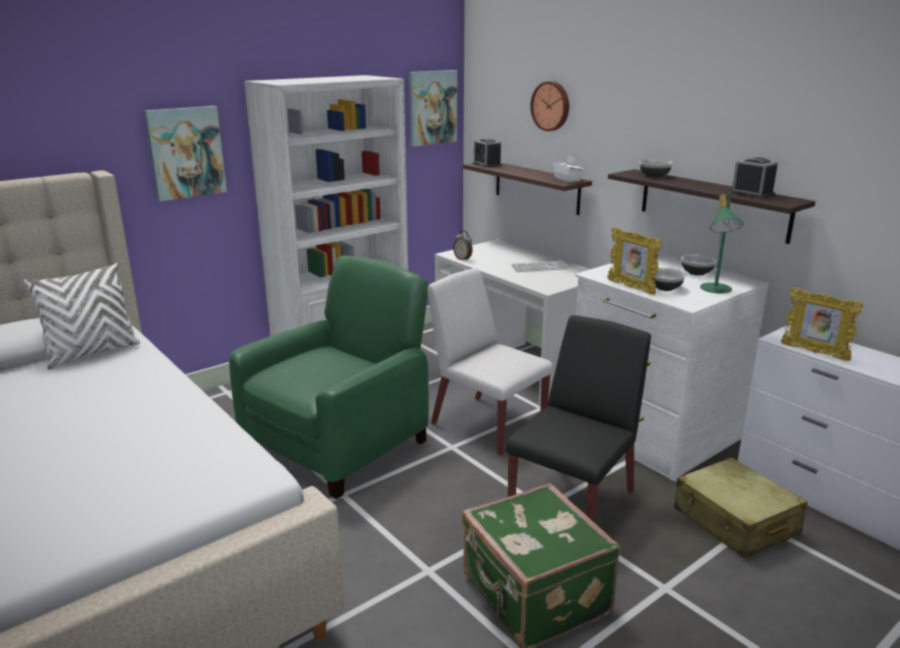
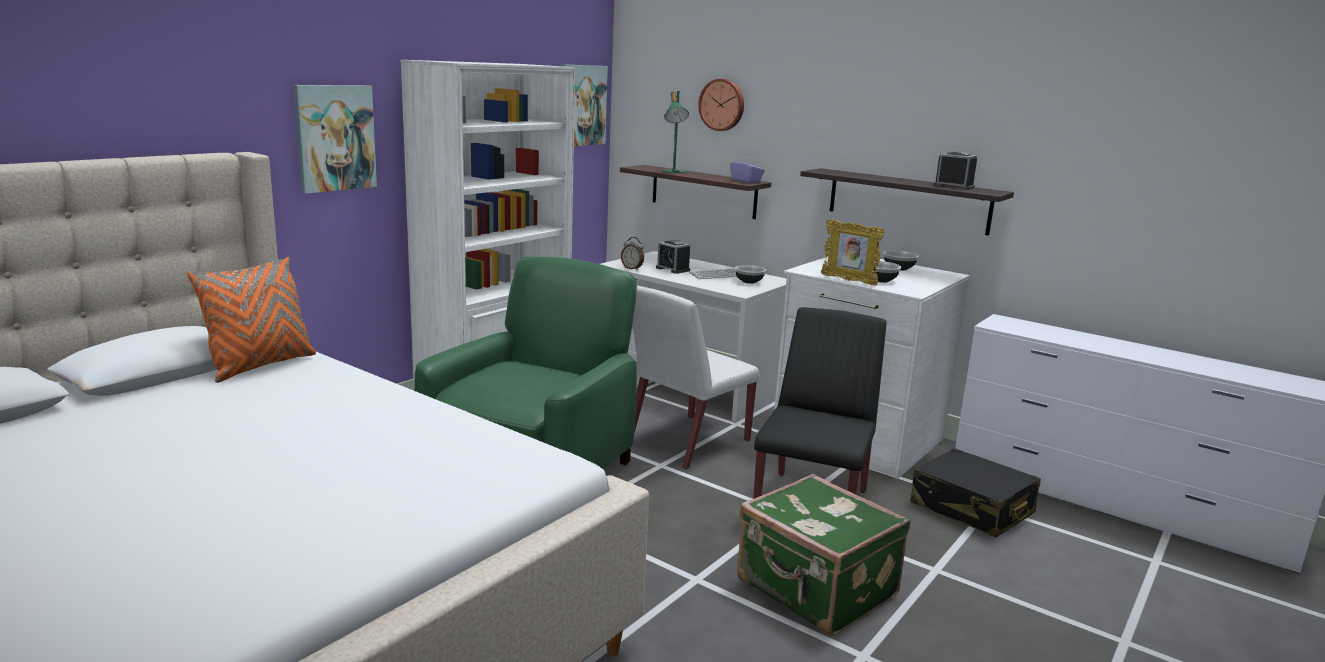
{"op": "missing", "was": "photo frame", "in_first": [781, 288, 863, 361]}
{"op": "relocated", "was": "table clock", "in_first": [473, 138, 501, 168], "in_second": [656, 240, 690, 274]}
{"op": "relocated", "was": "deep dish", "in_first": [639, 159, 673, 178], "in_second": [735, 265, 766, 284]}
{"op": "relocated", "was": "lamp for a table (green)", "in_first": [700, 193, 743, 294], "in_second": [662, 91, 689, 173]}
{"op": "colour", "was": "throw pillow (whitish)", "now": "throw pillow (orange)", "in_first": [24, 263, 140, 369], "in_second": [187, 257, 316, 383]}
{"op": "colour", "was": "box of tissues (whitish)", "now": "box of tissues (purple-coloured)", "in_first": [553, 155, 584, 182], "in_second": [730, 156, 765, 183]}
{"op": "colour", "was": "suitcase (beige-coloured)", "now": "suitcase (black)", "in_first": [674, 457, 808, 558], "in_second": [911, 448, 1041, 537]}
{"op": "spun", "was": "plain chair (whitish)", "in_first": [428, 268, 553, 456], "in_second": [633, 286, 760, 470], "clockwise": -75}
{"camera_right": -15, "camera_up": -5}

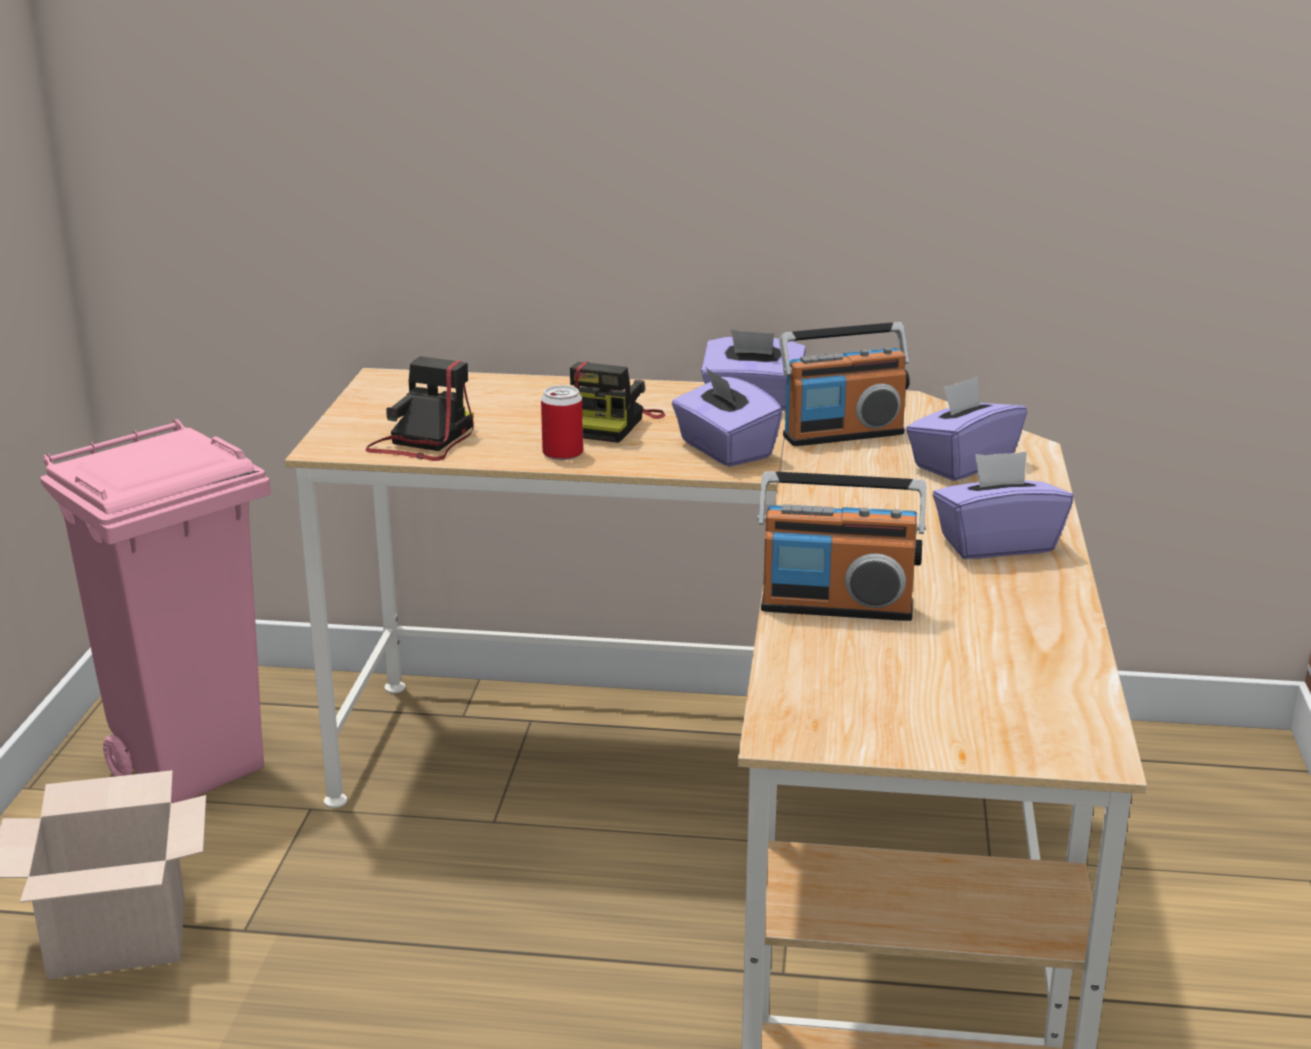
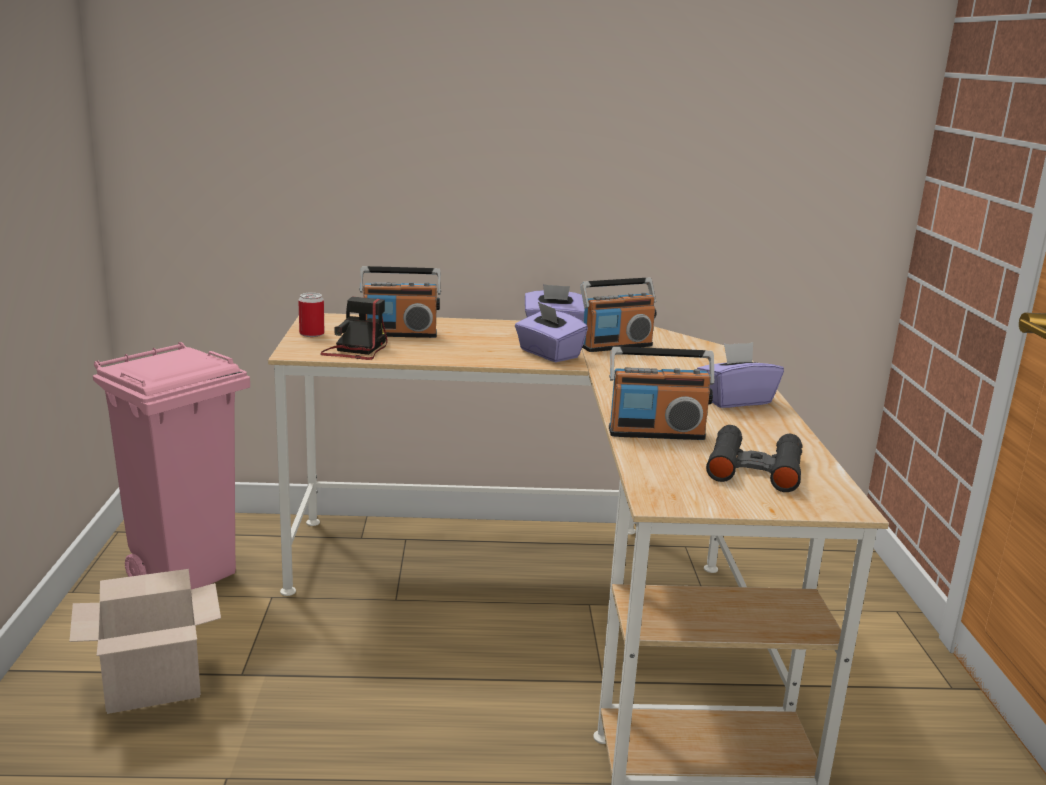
{"op": "missing", "was": "photo camera", "in_first": [570, 362, 665, 443]}
{"op": "missing", "was": "box of tissues (purple-coloured)", "in_first": [906, 377, 1027, 481]}
{"op": "appeared", "now": "radio receiver", "in_second": [359, 266, 441, 338]}
{"op": "appeared", "now": "field glasses (black)", "in_second": [706, 425, 802, 492]}
{"op": "relocated", "was": "metal can", "in_first": [541, 385, 583, 460], "in_second": [298, 293, 324, 337]}
{"camera_right": -10, "camera_up": -5}

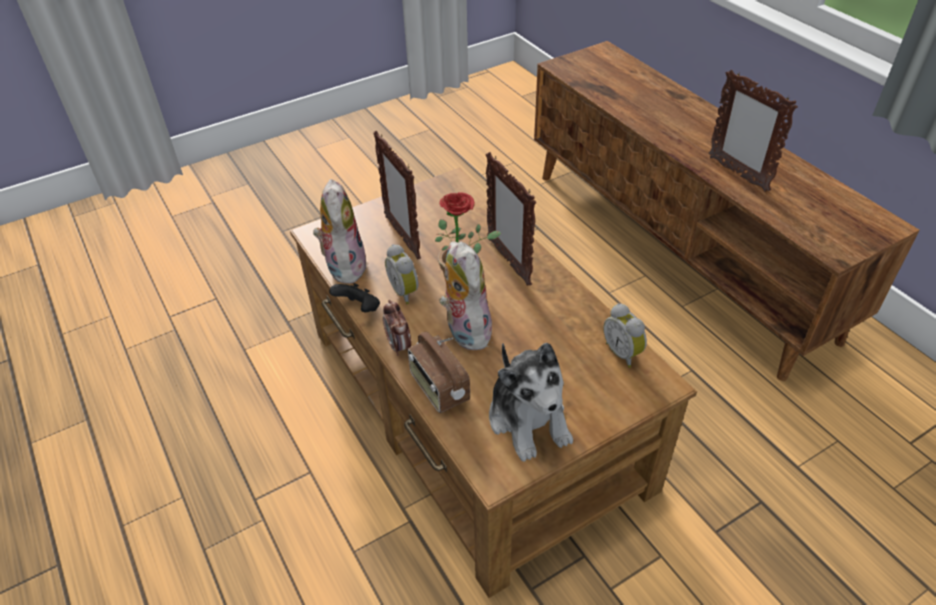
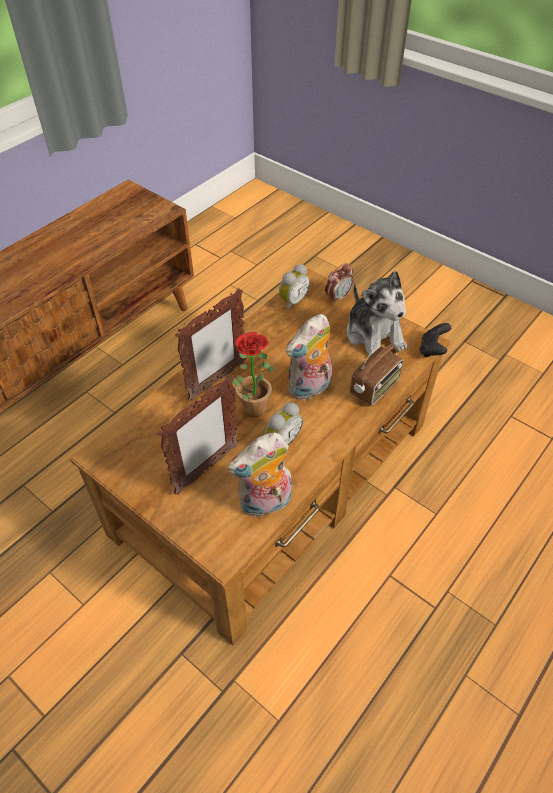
{"op": "missing", "was": "photo frame", "in_first": [709, 70, 798, 192]}
{"op": "relocated", "was": "game controller (black)", "in_first": [329, 283, 380, 312], "in_second": [420, 323, 451, 357]}
{"op": "relocated", "was": "table clock", "in_first": [383, 300, 411, 356], "in_second": [325, 263, 354, 304]}
{"op": "spun", "was": "soft toy", "in_first": [489, 343, 573, 462], "in_second": [347, 271, 407, 356], "clockwise": 105}
{"camera_right": -110, "camera_up": 5}

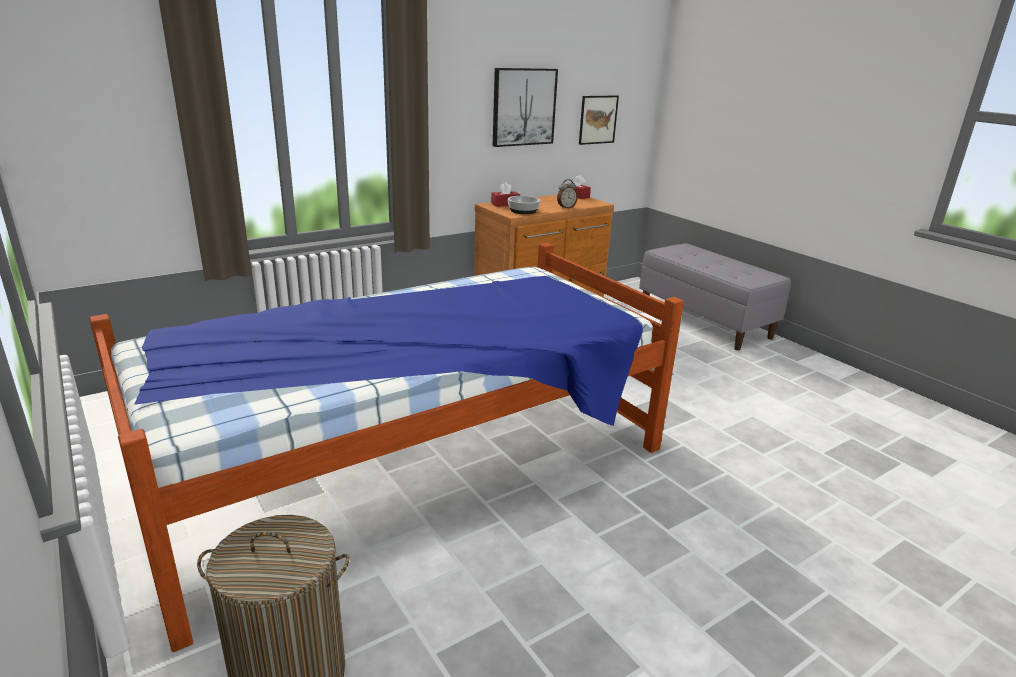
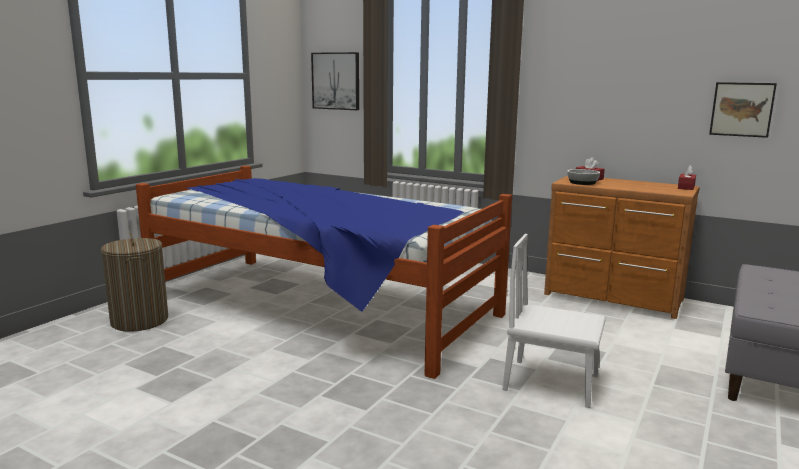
{"op": "missing", "was": "table clock", "in_first": [557, 179, 578, 209]}
{"op": "appeared", "now": "plain chair (whitish)", "in_second": [502, 234, 606, 408]}
{"op": "relocated", "was": "wall art", "in_first": [493, 68, 558, 147], "in_second": [311, 52, 359, 110]}
{"camera_right": 65, "camera_up": -10}

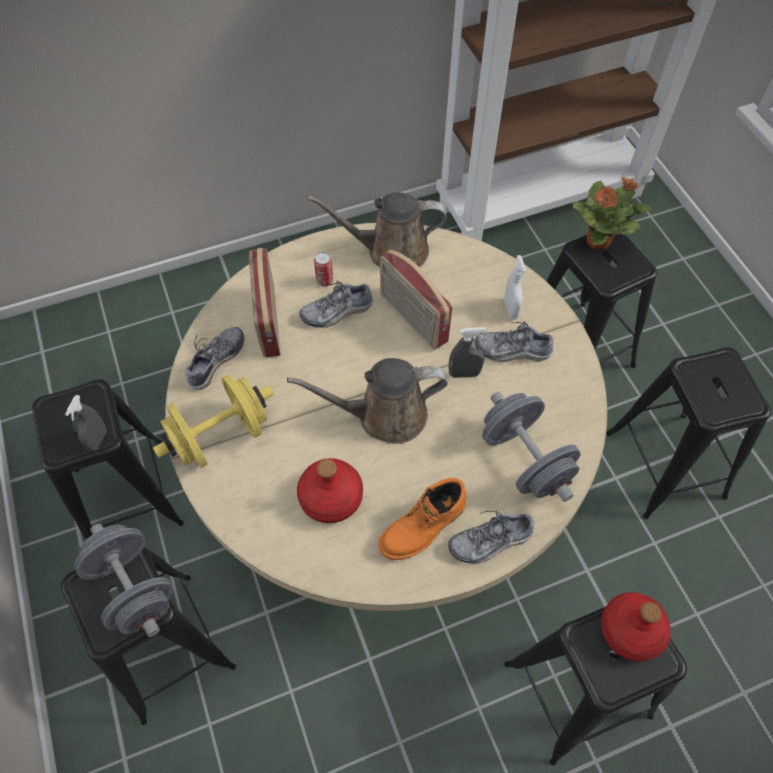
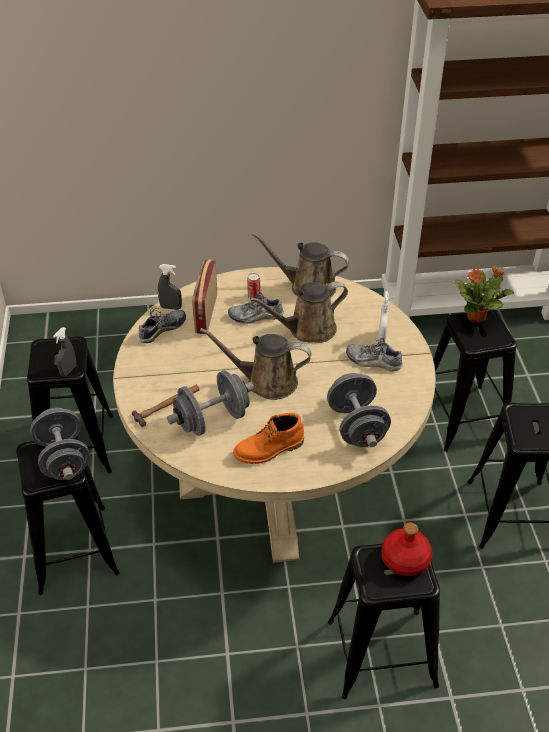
{"op": "missing", "was": "hand weight (yellow-coloured)", "in_first": [153, 374, 274, 468]}
{"op": "missing", "was": "shoe", "in_first": [448, 511, 534, 564]}
{"op": "appeared", "now": "hand hammer", "in_second": [132, 385, 200, 427]}
{"op": "relocated", "was": "sprayer (gray)", "in_first": [449, 327, 486, 378], "in_second": [158, 264, 182, 310]}
{"op": "exchanged", "was": "bottle (red-coloured)", "now": "hand weight (gray)", "in_first": [297, 458, 363, 523], "in_second": [167, 370, 254, 436]}
{"op": "exchanged", "was": "radio receiver", "now": "watering pot (brown)", "in_first": [380, 249, 452, 350], "in_second": [250, 281, 348, 343]}
{"camera_right": 15, "camera_up": -15}

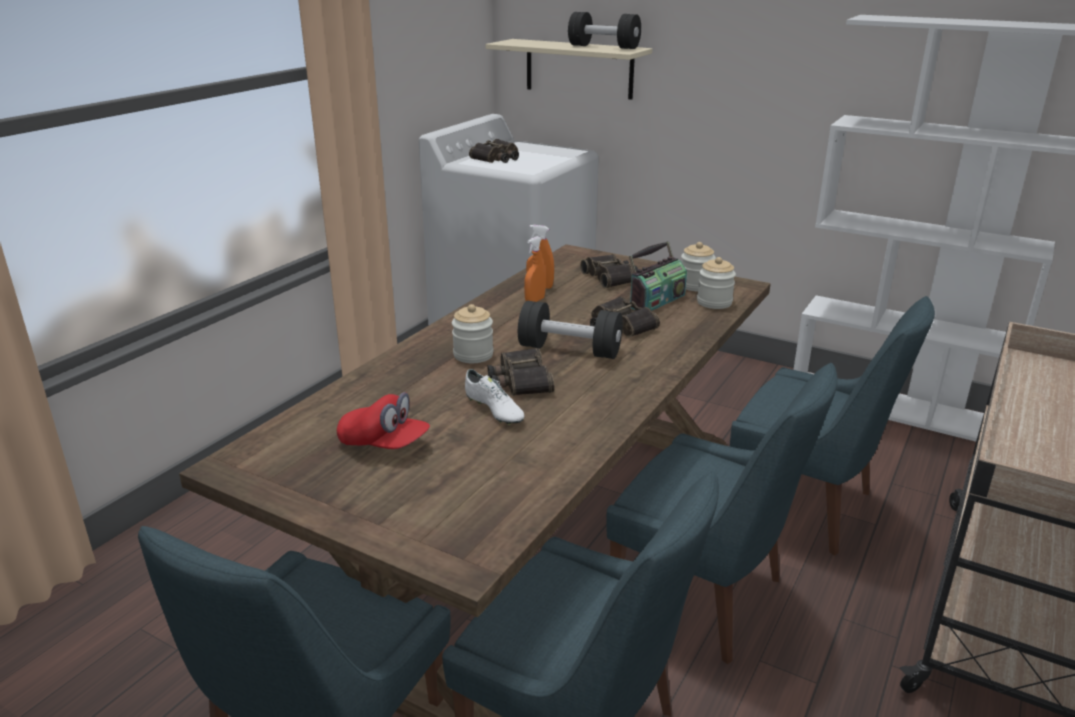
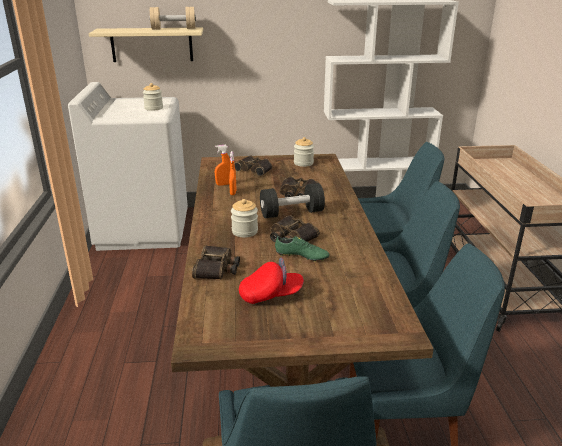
{"op": "missing", "was": "radio receiver", "in_first": [629, 241, 687, 311]}
{"op": "relocated", "was": "field glasses", "in_first": [469, 139, 519, 163], "in_second": [192, 245, 240, 280]}
{"op": "relocated", "was": "jar", "in_first": [697, 257, 736, 309], "in_second": [143, 83, 163, 111]}
{"op": "colour", "was": "shoe (whitish)", "now": "shoe (green)", "in_first": [465, 369, 524, 425], "in_second": [275, 236, 329, 262]}
{"op": "colour", "was": "hand weight (black)", "now": "hand weight (beige-coloured)", "in_first": [568, 12, 641, 49], "in_second": [150, 7, 196, 30]}
{"camera_right": -35, "camera_up": 0}

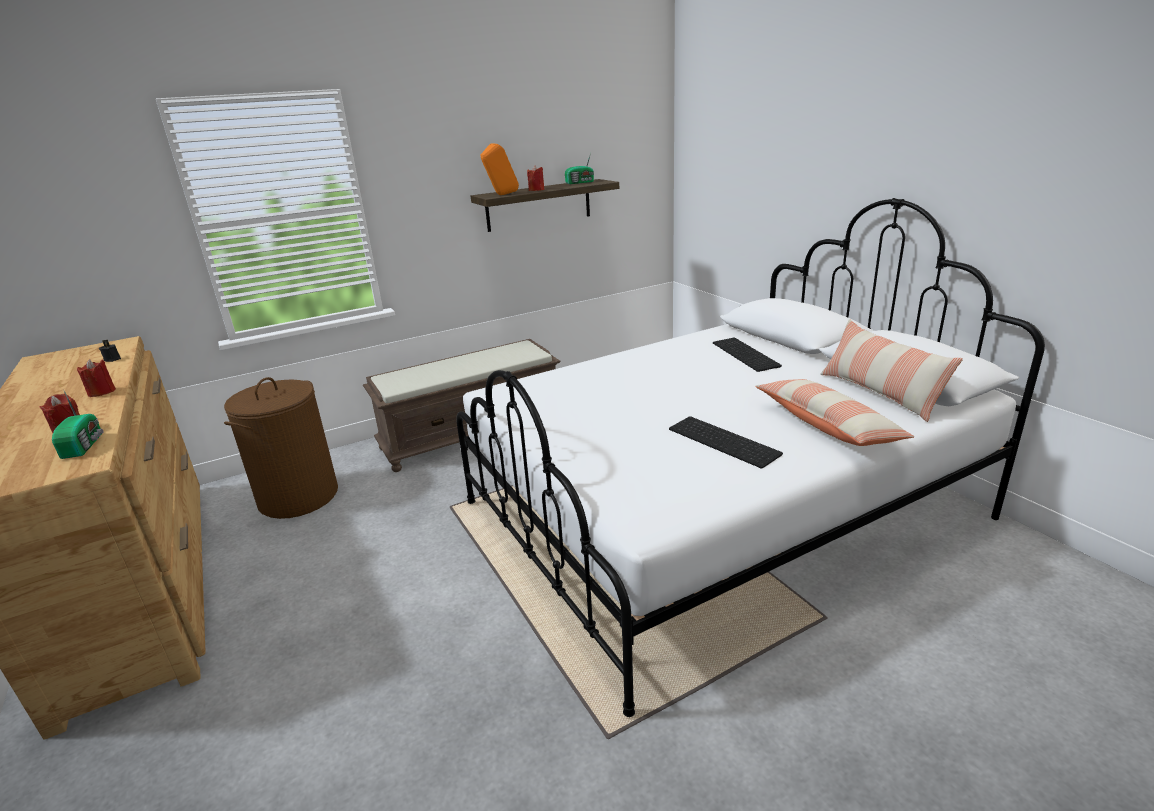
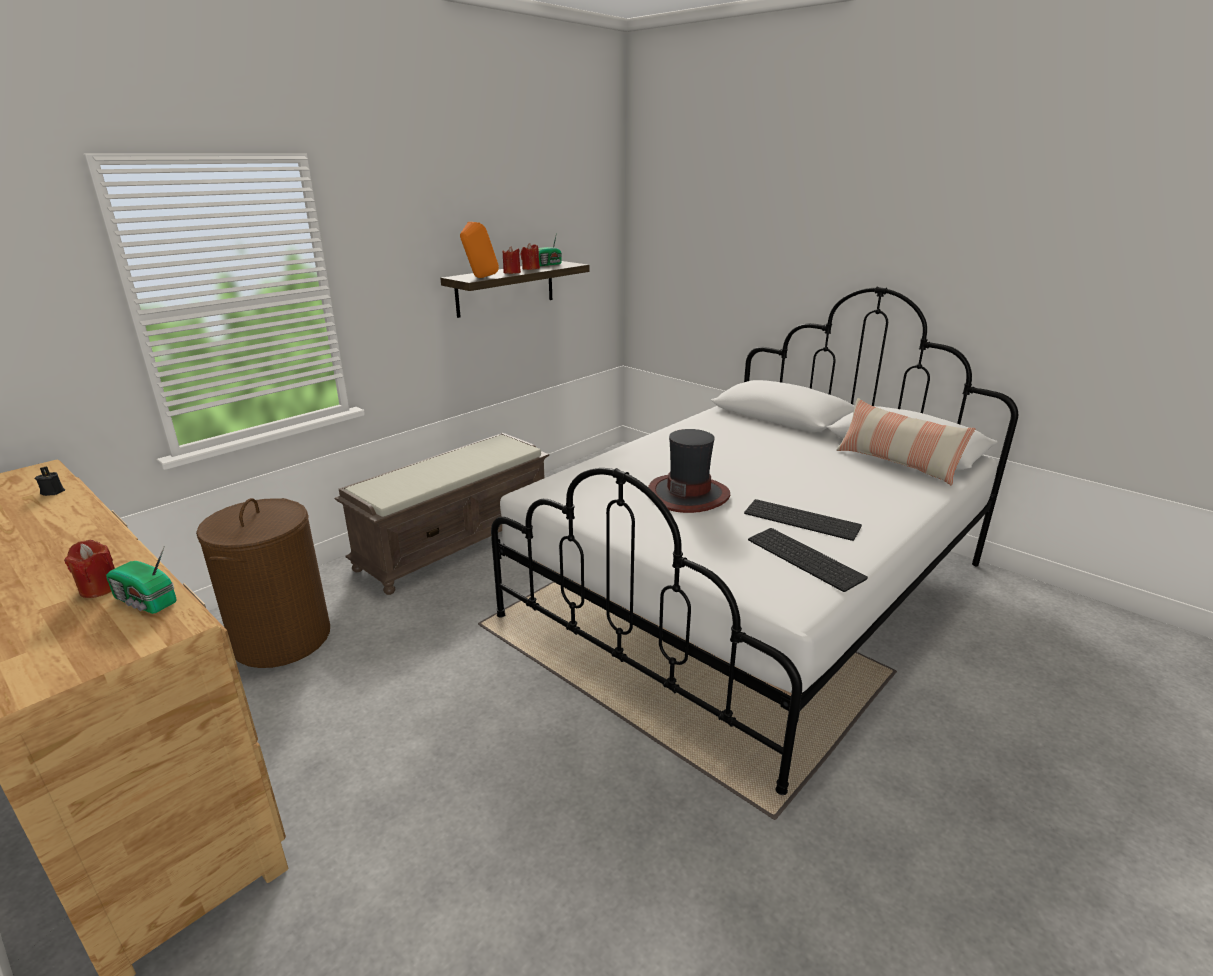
{"op": "missing", "was": "throw pillow", "in_first": [755, 379, 914, 446]}
{"op": "appeared", "now": "clothing hat", "in_second": [648, 429, 730, 513]}
{"op": "relocated", "was": "candle (red-coloured)", "in_first": [77, 359, 116, 397], "in_second": [521, 243, 540, 270]}
{"op": "relocated", "was": "computer keyboard", "in_first": [713, 337, 782, 372], "in_second": [748, 528, 868, 592]}
{"op": "spun", "was": "radio receiver", "in_first": [52, 389, 103, 459], "in_second": [106, 547, 177, 614], "clockwise": 150}
{"camera_right": -20, "camera_up": 0}

